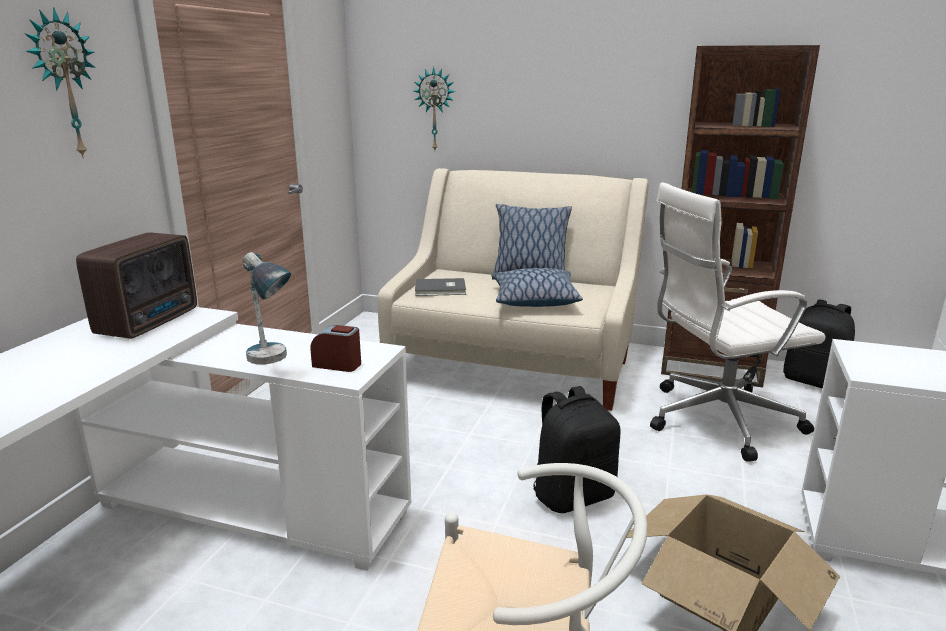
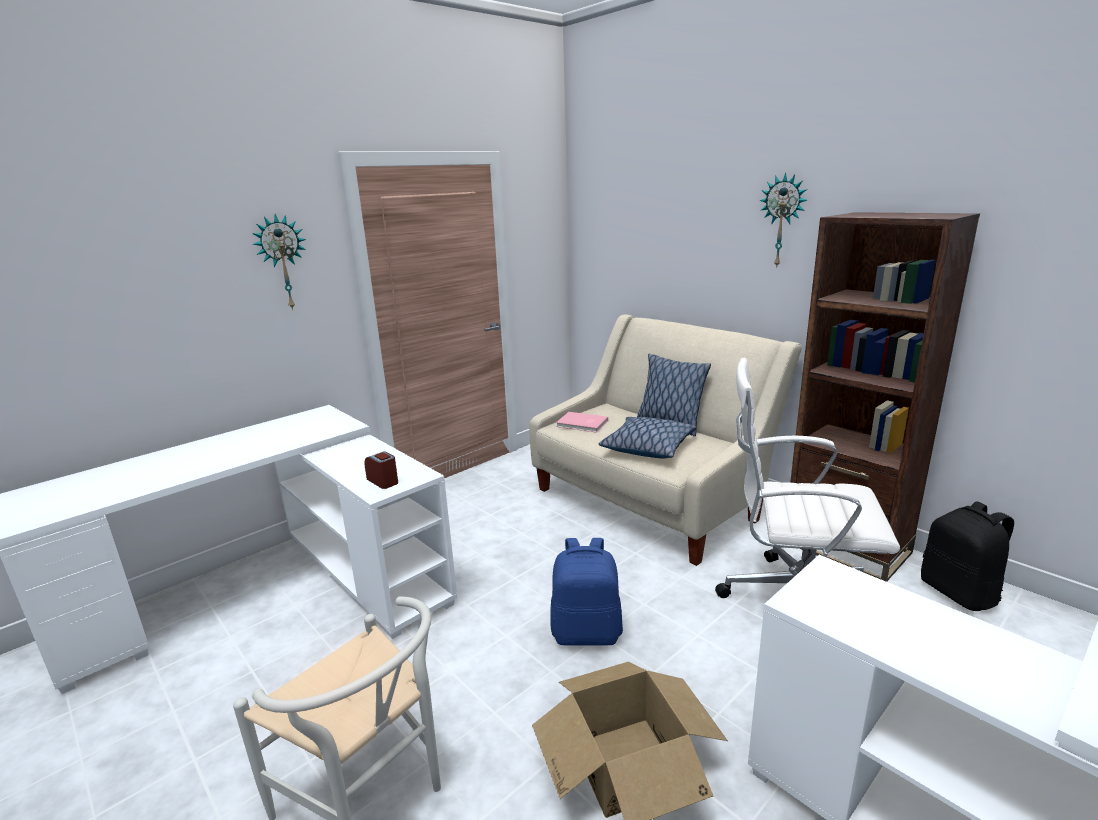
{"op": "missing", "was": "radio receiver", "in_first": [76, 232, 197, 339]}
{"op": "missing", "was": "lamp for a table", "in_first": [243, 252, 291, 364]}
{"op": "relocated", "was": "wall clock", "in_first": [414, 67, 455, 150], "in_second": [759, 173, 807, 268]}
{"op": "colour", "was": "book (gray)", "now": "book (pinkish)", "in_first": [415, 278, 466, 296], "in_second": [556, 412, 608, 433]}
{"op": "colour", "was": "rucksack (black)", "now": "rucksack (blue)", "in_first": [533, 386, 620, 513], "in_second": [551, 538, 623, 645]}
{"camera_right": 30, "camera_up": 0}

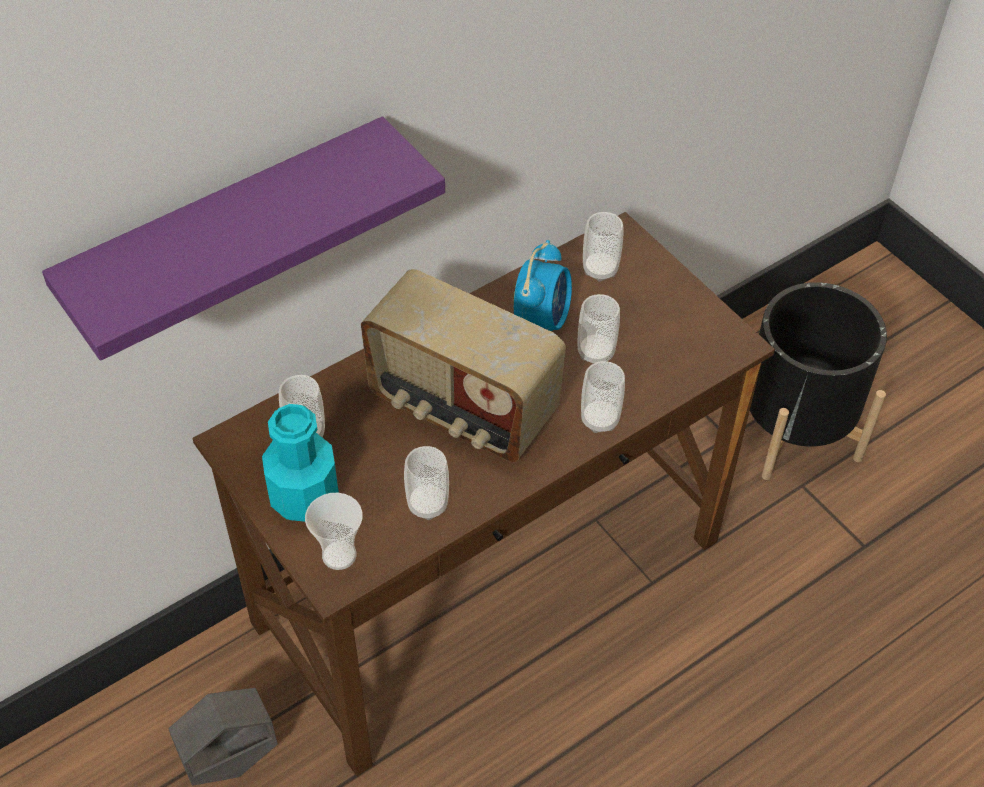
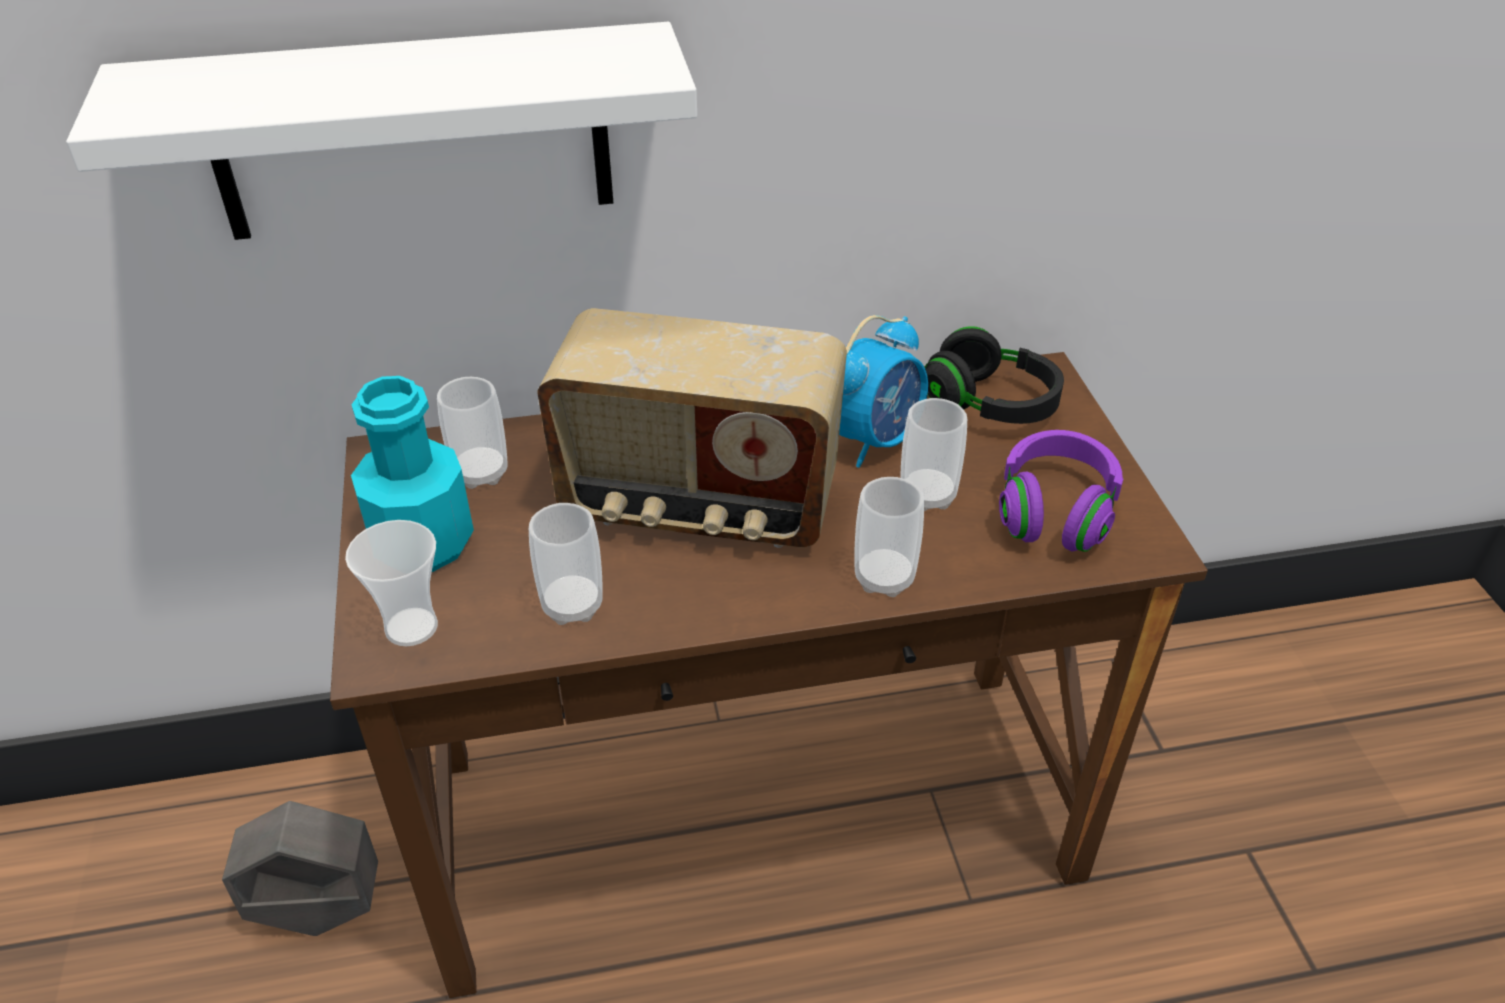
{"op": "missing", "was": "plant pot (black)", "in_first": [750, 282, 887, 480]}
{"op": "appeared", "now": "pair of headphones (purple-coloured)", "in_second": [999, 430, 1123, 552]}
{"op": "exchanged", "was": "small cup", "now": "pair of headphones (black)", "in_first": [583, 212, 623, 282], "in_second": [925, 326, 1064, 424]}
{"op": "colour", "was": "wall shelf (purple-coloured)", "now": "wall shelf (whitish)", "in_first": [42, 116, 445, 361], "in_second": [66, 22, 697, 240]}
{"op": "spun", "was": "radio receiver", "in_first": [361, 269, 566, 462], "in_second": [537, 308, 847, 548], "clockwise": -45}
{"camera_right": 25, "camera_up": -10}

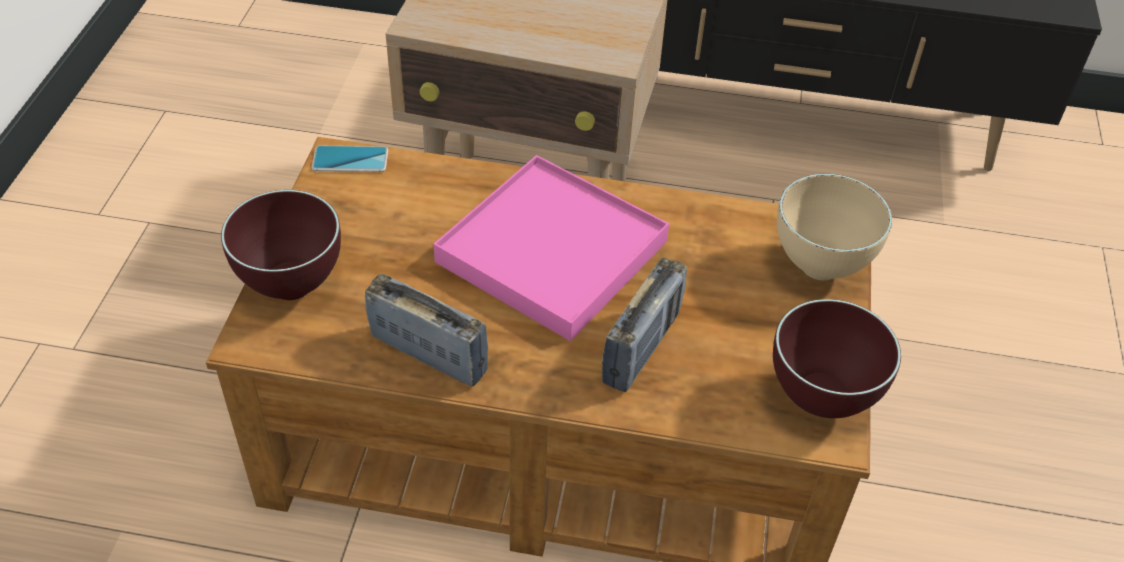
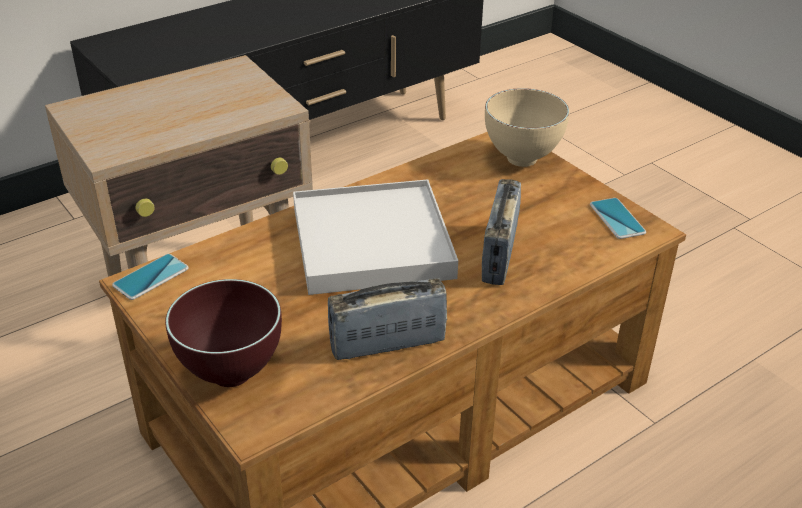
{"op": "exchanged", "was": "deep dish (brown)", "now": "handset", "in_first": [773, 299, 901, 418], "in_second": [590, 198, 646, 239]}
{"op": "colour", "was": "tray (pinkish)", "now": "tray (whitish)", "in_first": [434, 155, 669, 341], "in_second": [293, 179, 458, 295]}
{"op": "spun", "was": "radio receiver", "in_first": [602, 258, 687, 392], "in_second": [482, 179, 521, 285], "clockwise": -150}
{"camera_right": -45, "camera_up": -10}

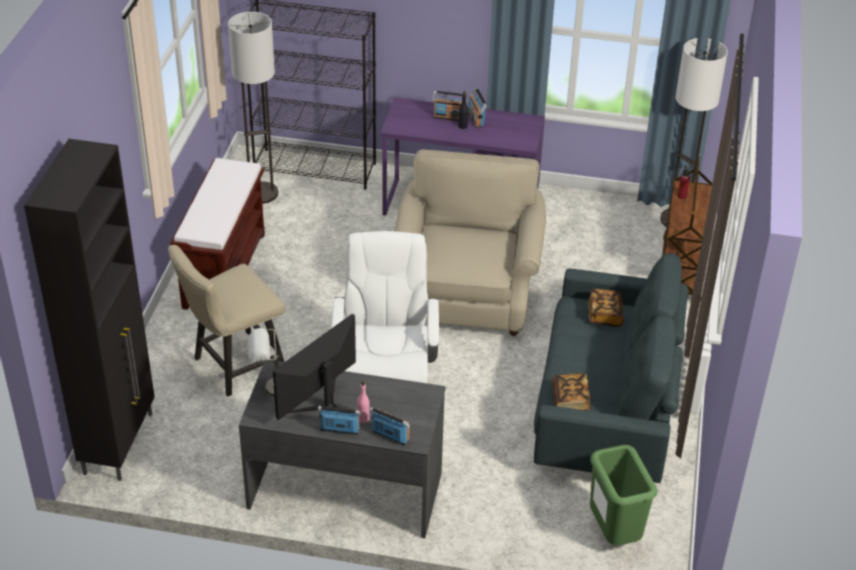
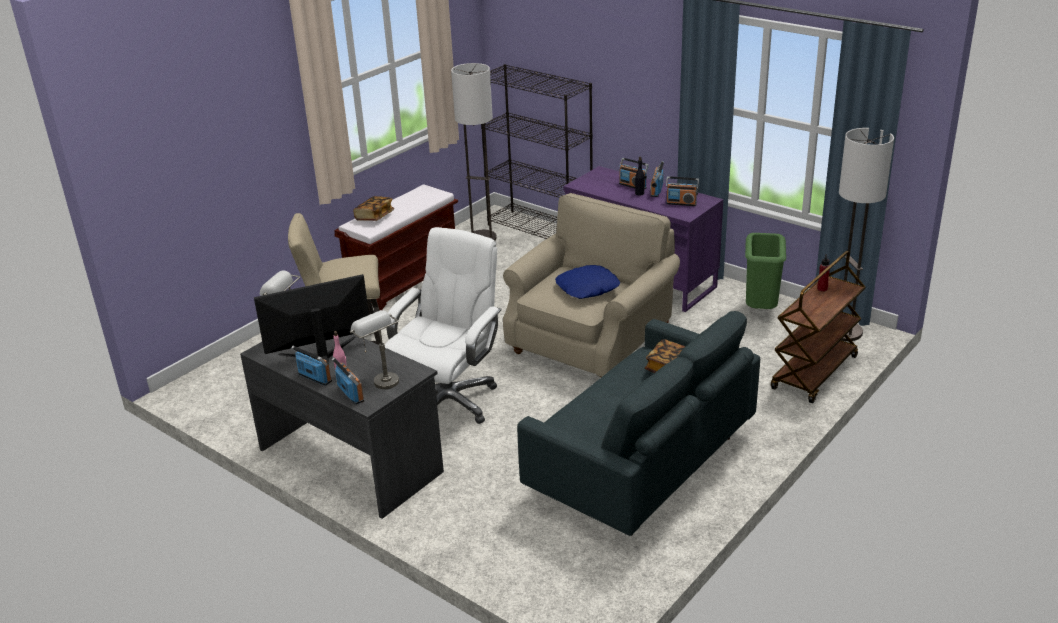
{"op": "missing", "was": "storage cabinet (black)", "in_first": [24, 139, 154, 481]}
{"op": "appeared", "now": "lamp for a table (gray)", "in_second": [350, 310, 399, 389]}
{"op": "appeared", "now": "throw pillow (blue)", "in_second": [555, 265, 620, 299]}
{"op": "appeared", "now": "radio receiver", "in_second": [666, 176, 699, 206]}
{"op": "relocated", "was": "book", "in_first": [552, 373, 590, 411], "in_second": [353, 196, 394, 221]}
{"op": "relocated", "was": "waste bin (green)", "in_first": [590, 445, 658, 546], "in_second": [745, 233, 786, 309]}
{"camera_right": 30, "camera_up": -10}

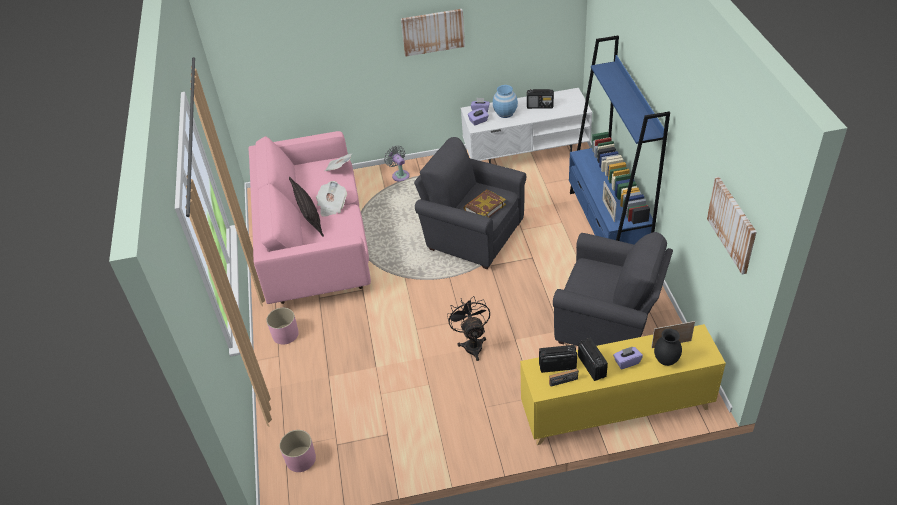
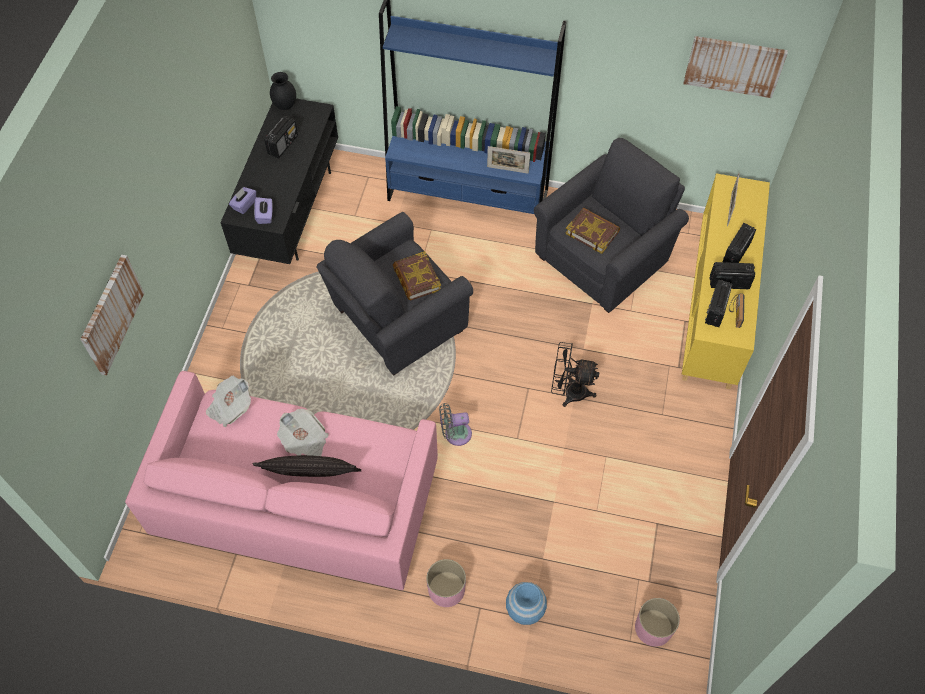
{"op": "appeared", "now": "book", "in_second": [565, 207, 620, 254]}
{"op": "relocated", "was": "electric fan (gray)", "in_first": [384, 145, 410, 182], "in_second": [439, 403, 472, 446]}
{"op": "relocated", "was": "wall art", "in_first": [401, 9, 465, 57], "in_second": [80, 255, 144, 376]}
{"op": "relocated", "was": "flower vase (blue)", "in_first": [493, 85, 518, 118], "in_second": [506, 582, 547, 625]}
{"op": "relocated", "was": "flower vase (black)", "in_first": [654, 329, 682, 366], "in_second": [270, 72, 296, 110]}
{"op": "exchanged", "was": "box of tissues (purple-coloured)", "now": "radio receiver", "in_first": [613, 347, 643, 369], "in_second": [723, 223, 756, 263]}
{"op": "colour", "was": "tv stand (whitish)", "now": "tv stand (black)", "in_first": [461, 88, 592, 163], "in_second": [220, 98, 338, 264]}
{"camera_right": -70, "camera_up": 15}

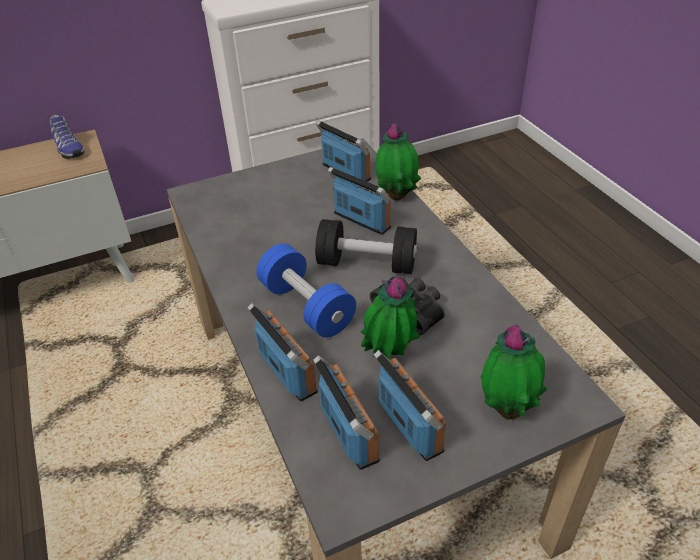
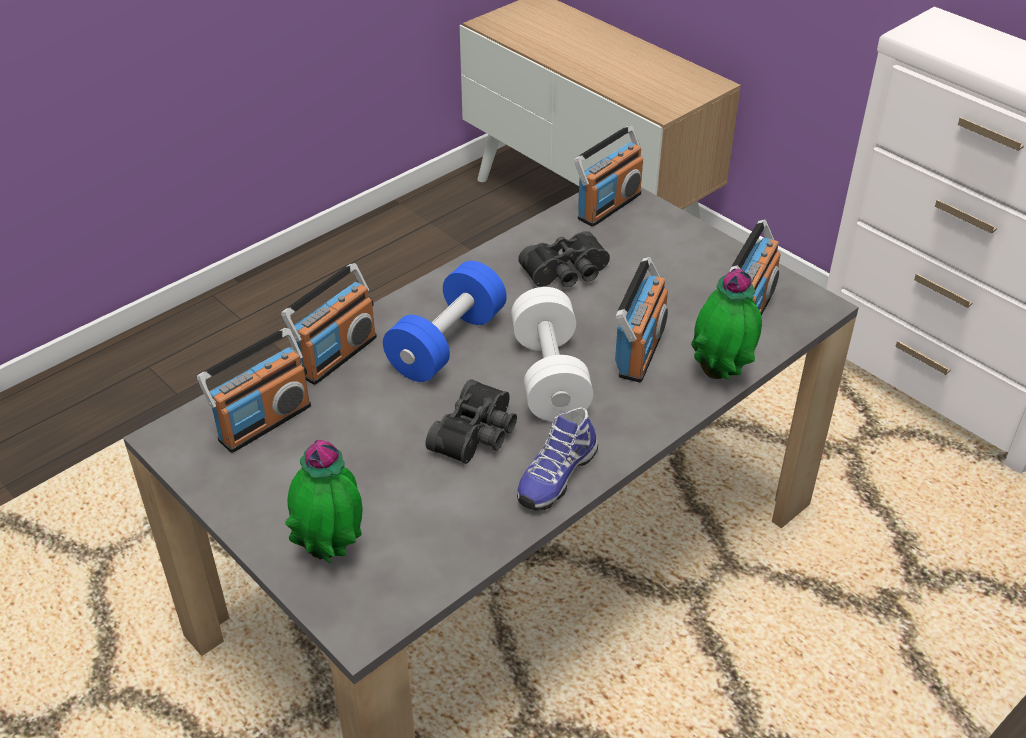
{"op": "missing", "was": "potted plant", "in_first": [361, 278, 420, 359]}
{"op": "appeared", "now": "field glasses (black)", "in_second": [518, 231, 610, 287]}
{"op": "relocated", "was": "shoe", "in_first": [50, 115, 84, 159], "in_second": [517, 408, 598, 510]}
{"op": "relocated", "was": "radio receiver", "in_first": [373, 350, 446, 461], "in_second": [574, 125, 643, 227]}
{"op": "colour", "was": "hand weight (black)", "now": "hand weight (whitish)", "in_first": [315, 219, 417, 274], "in_second": [511, 287, 593, 421]}
{"camera_right": 70, "camera_up": 0}

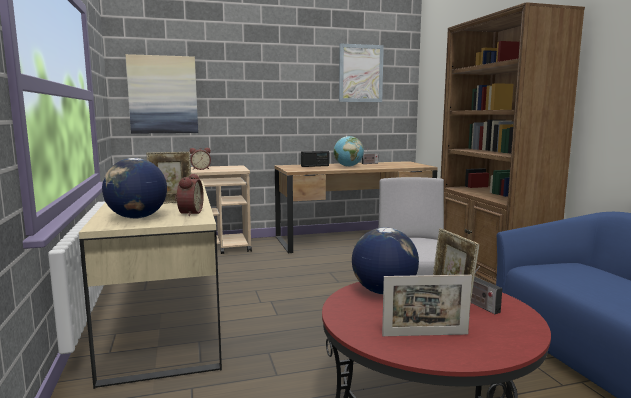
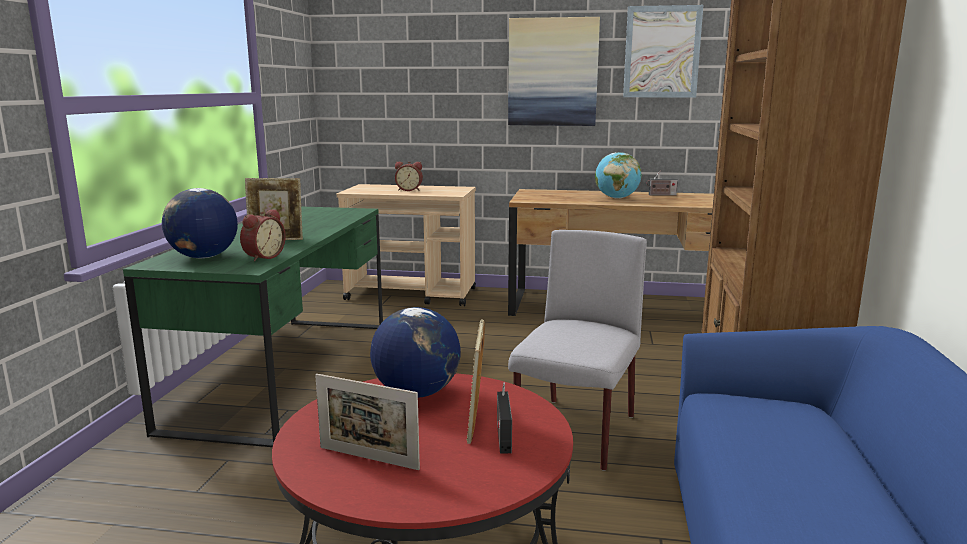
{"op": "missing", "was": "radio receiver", "in_first": [301, 151, 329, 167]}
{"op": "relocated", "was": "wall art", "in_first": [126, 54, 198, 134], "in_second": [508, 17, 600, 126]}
{"op": "colour", "was": "desk (beige-coloured)", "now": "desk (green)", "in_first": [79, 181, 222, 389], "in_second": [123, 206, 383, 447]}
{"camera_right": 25, "camera_up": 5}

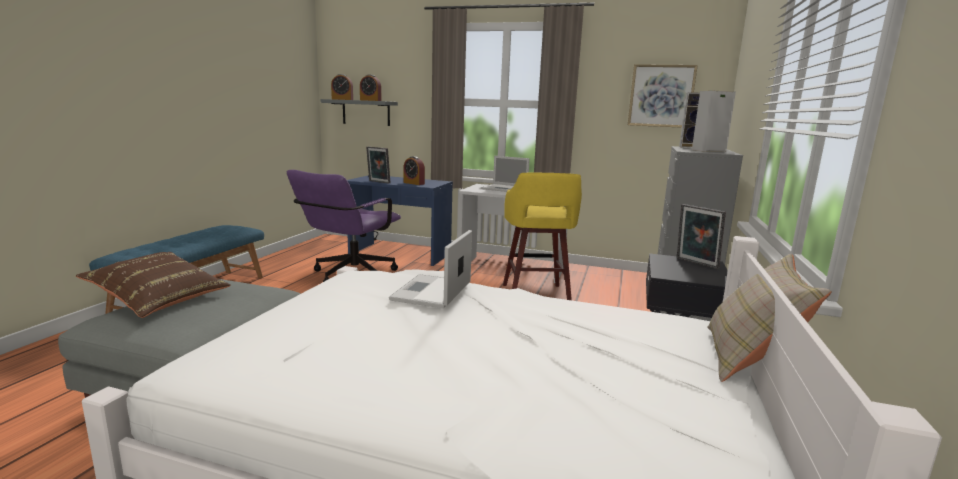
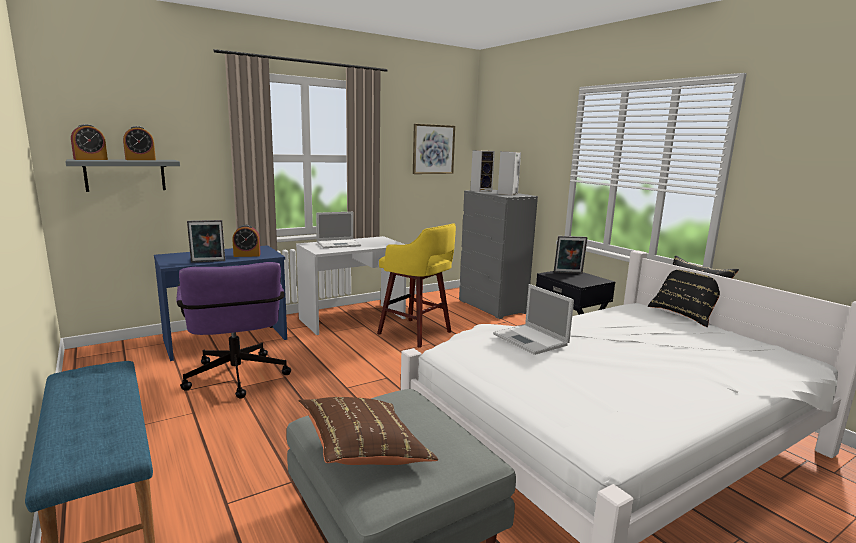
{"op": "colour", "was": "throw pillow (beige-coloured)", "now": "throw pillow (black)", "in_first": [708, 254, 832, 382], "in_second": [648, 256, 739, 327]}
{"camera_right": -50, "camera_up": 0}

